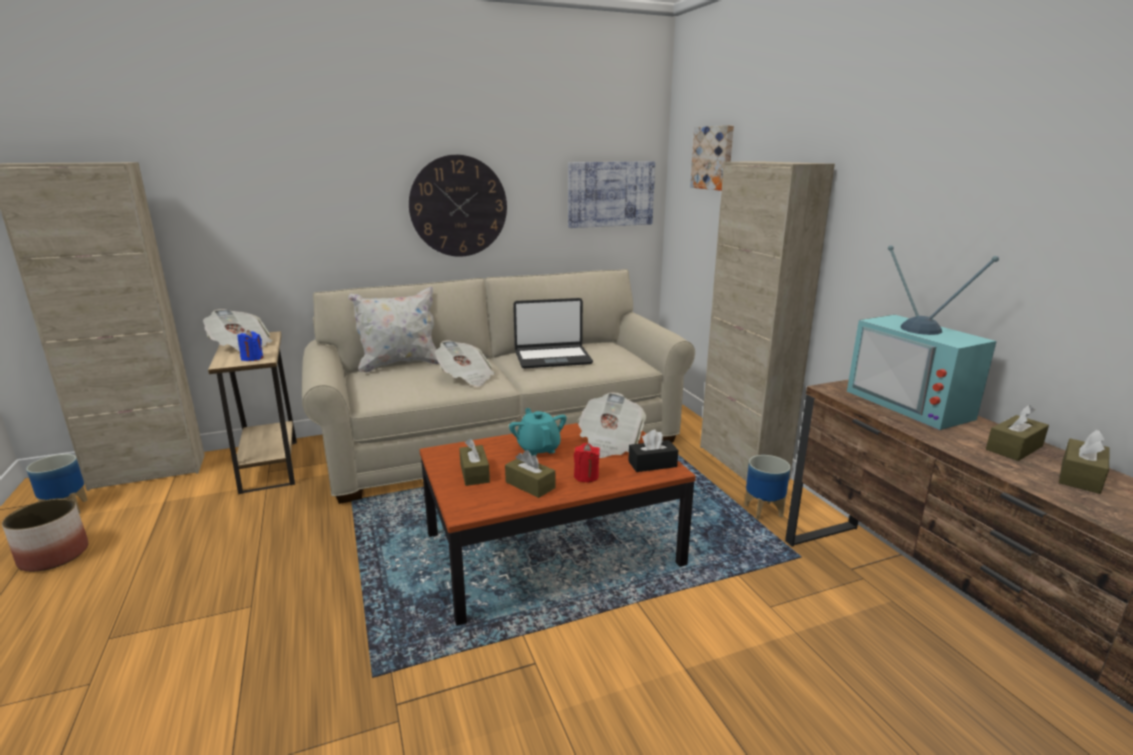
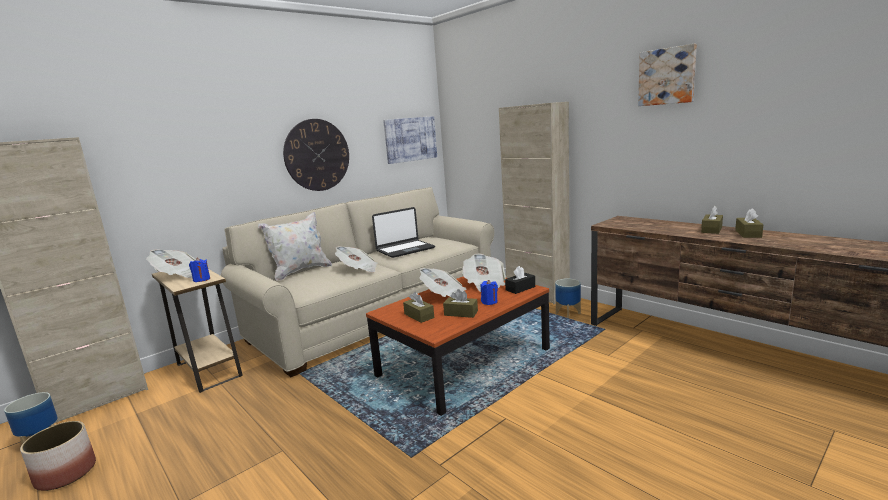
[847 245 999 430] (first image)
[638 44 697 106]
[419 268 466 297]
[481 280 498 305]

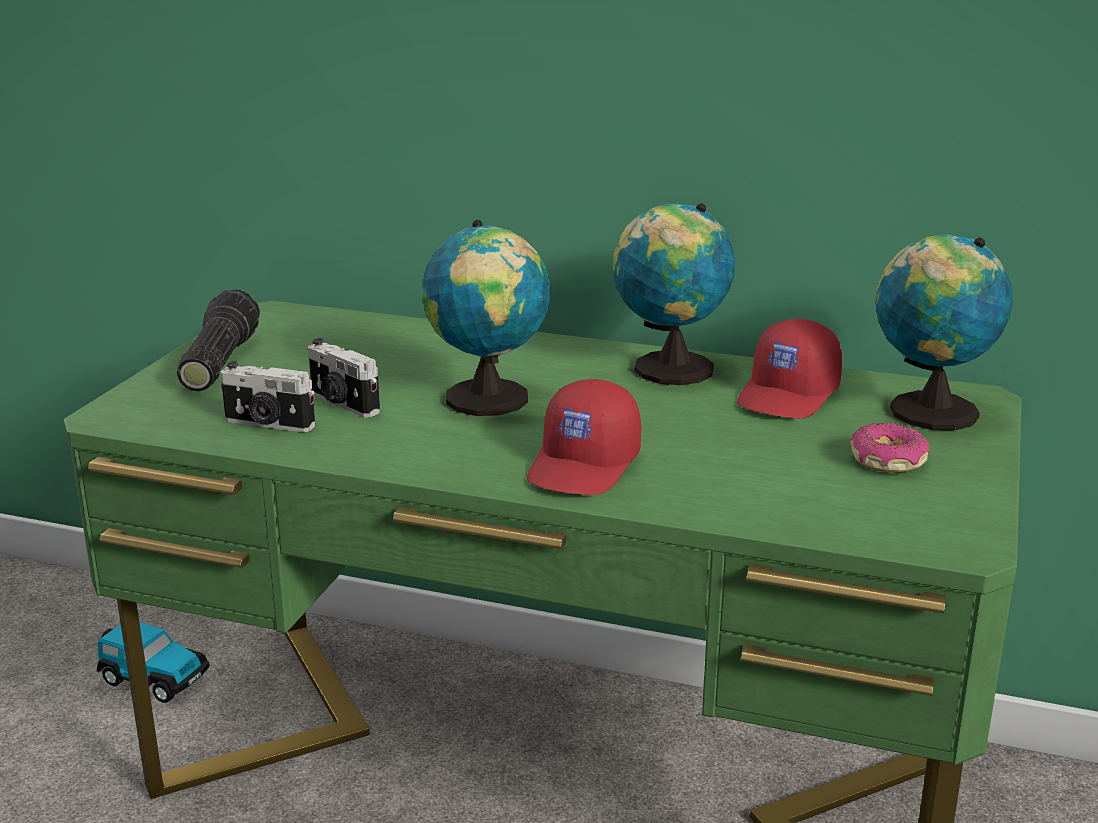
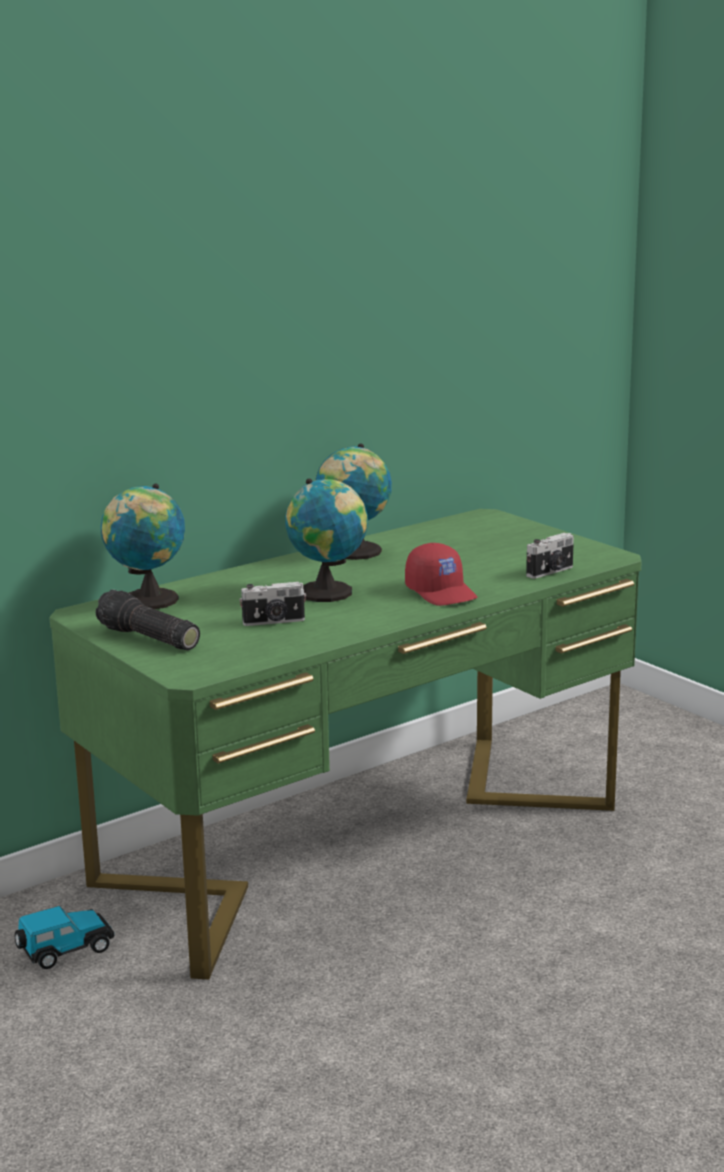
[737 319 842 419] (first image)
[851 423 929 473] (first image)
[526 533 574 579]
[101 484 185 609]

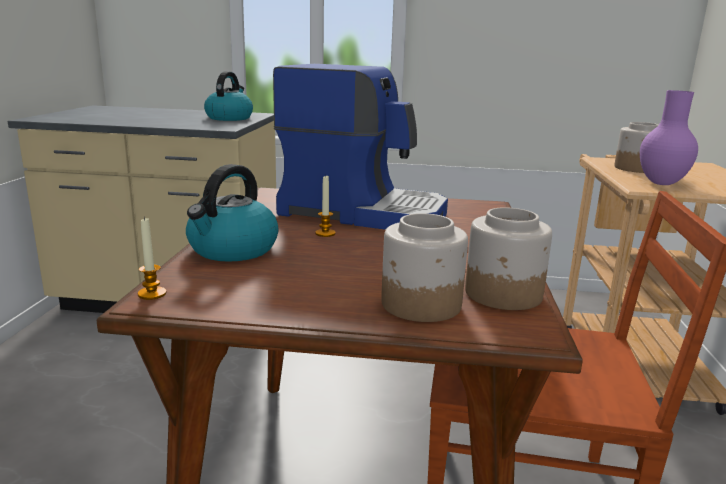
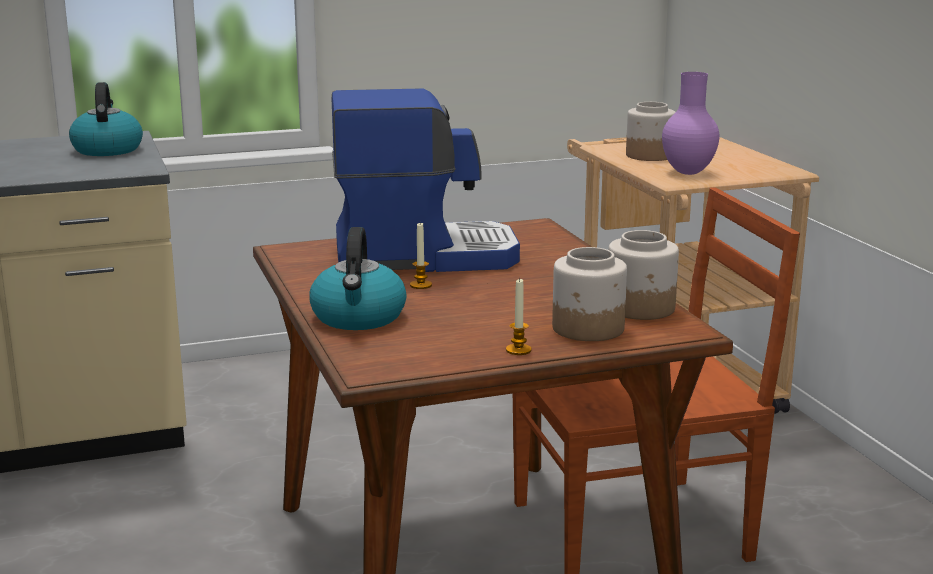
[506 278 532 355]

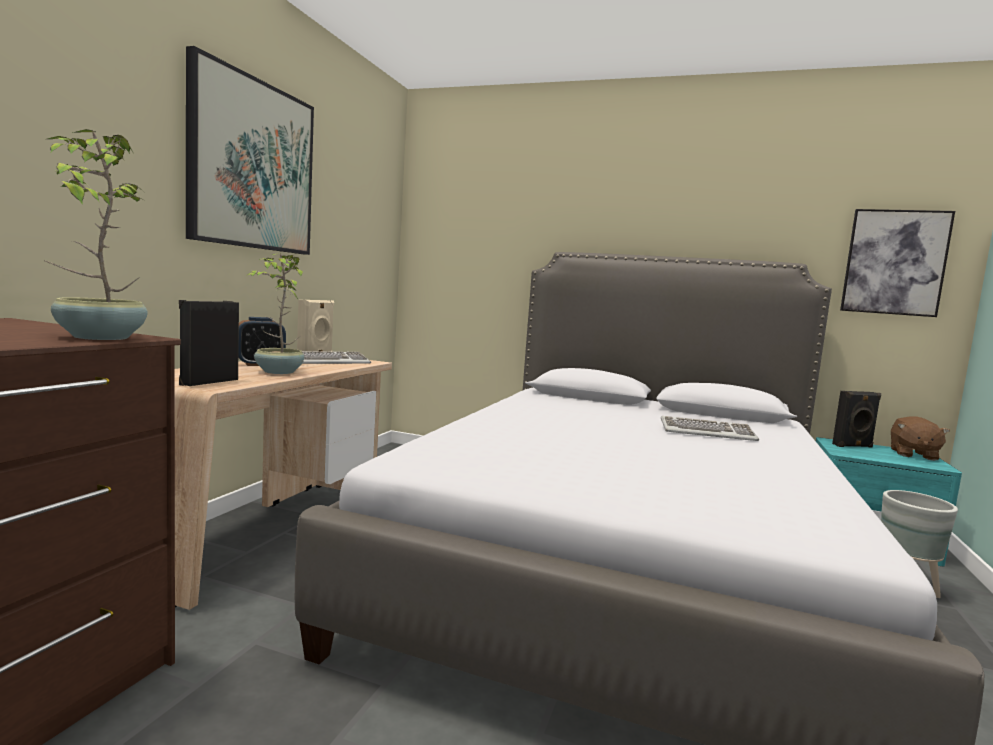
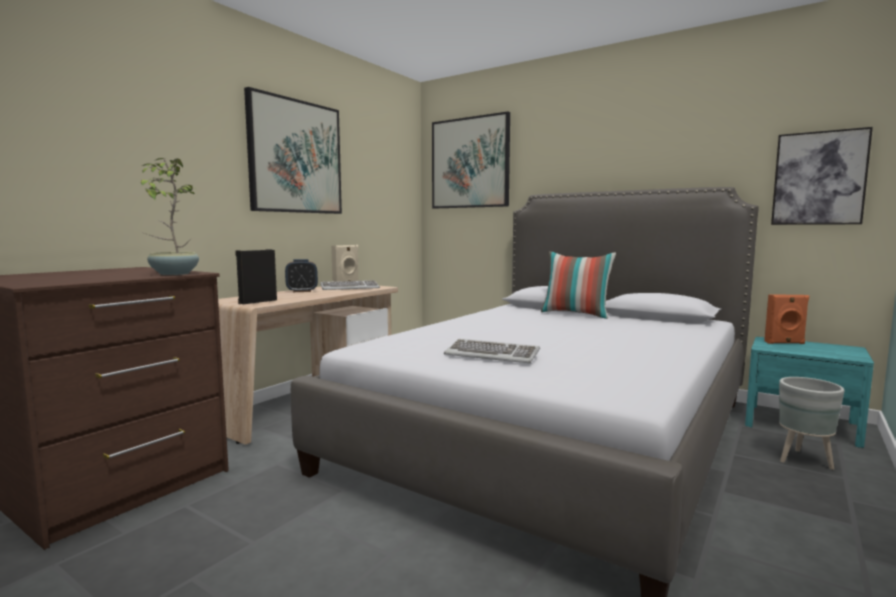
[247 254 304 374] (first image)
[891 416 950 461] (first image)
[432 112 510 208]
[541 251 616 319]
[444 339 540 363]
[764 295 809 344]

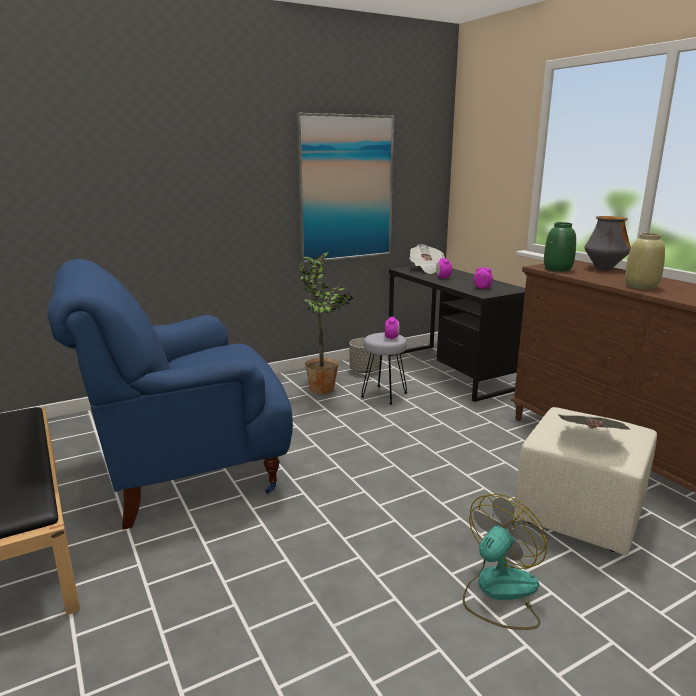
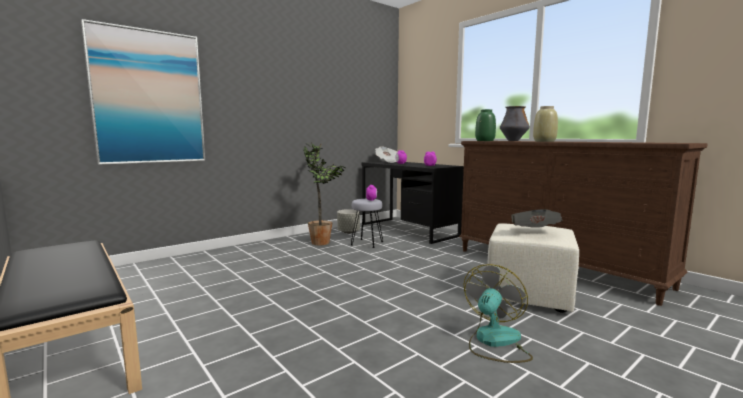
[47 259 293 530] (first image)
[81 19 206 165]

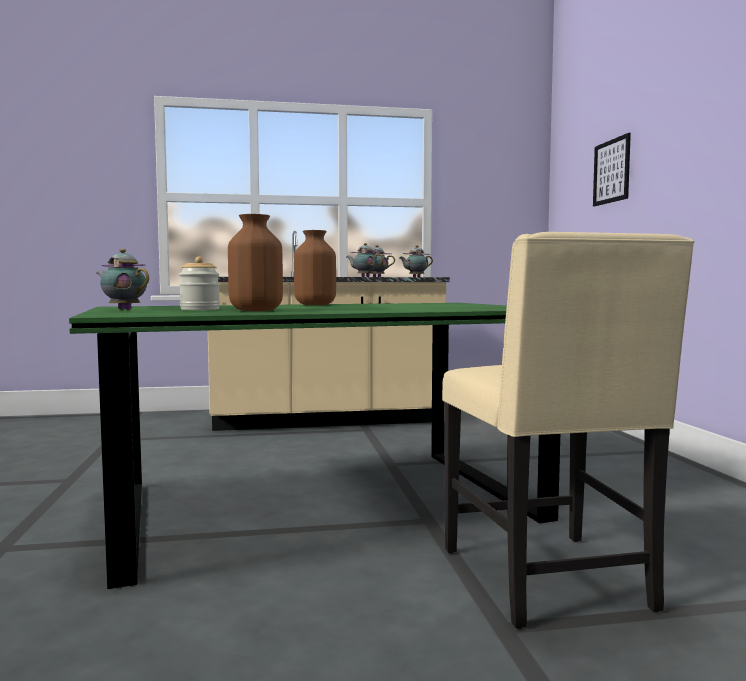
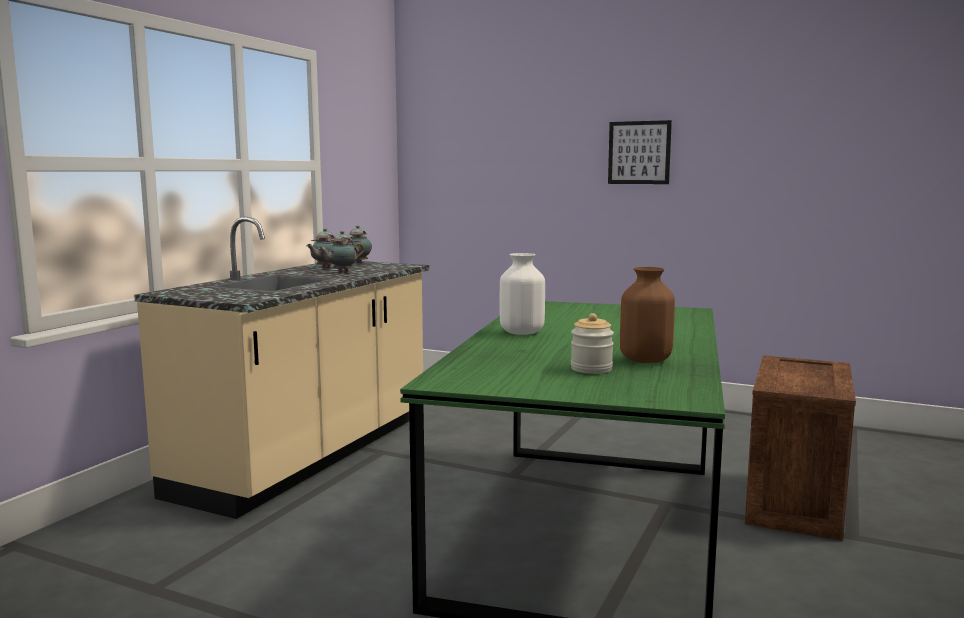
[96 249 149 310] (first image)
[608 120 672 184]
[745 355 856 541]
[500 253 545 335]

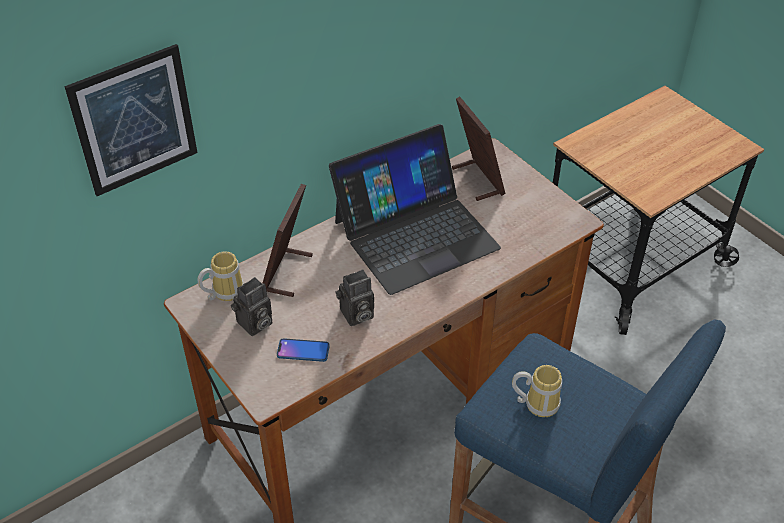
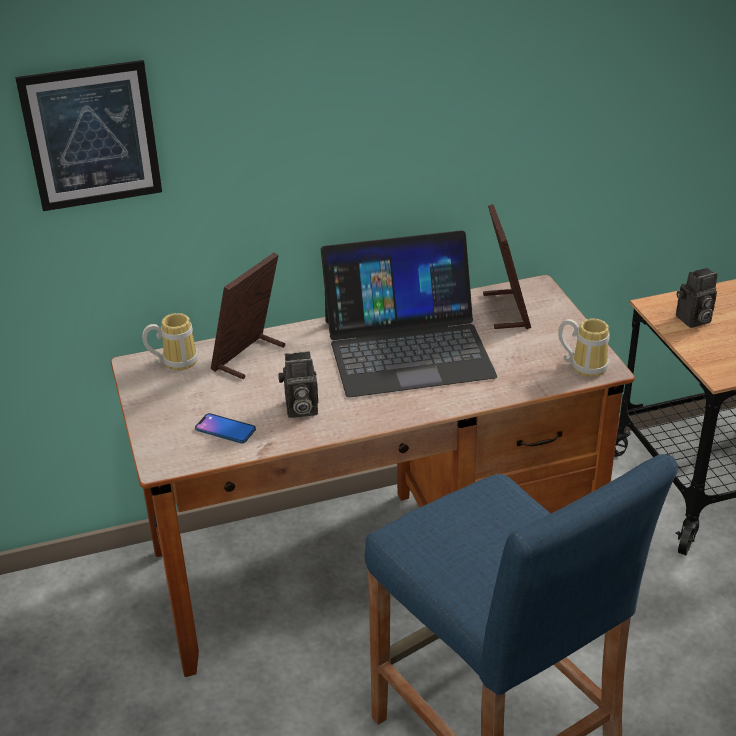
[676 267 718 328]
[558 319 610 377]

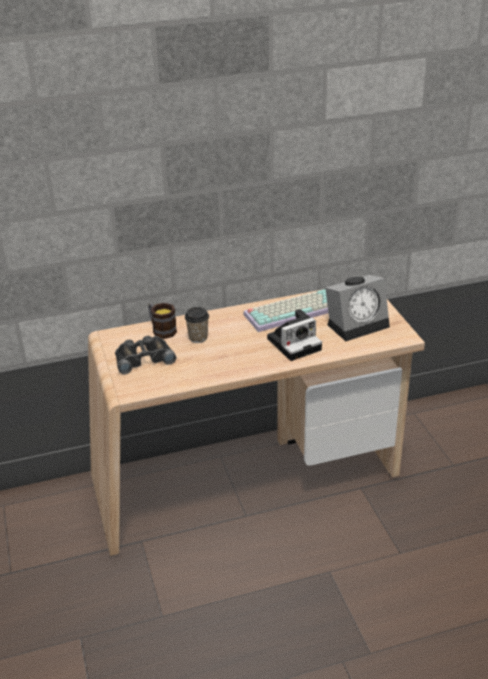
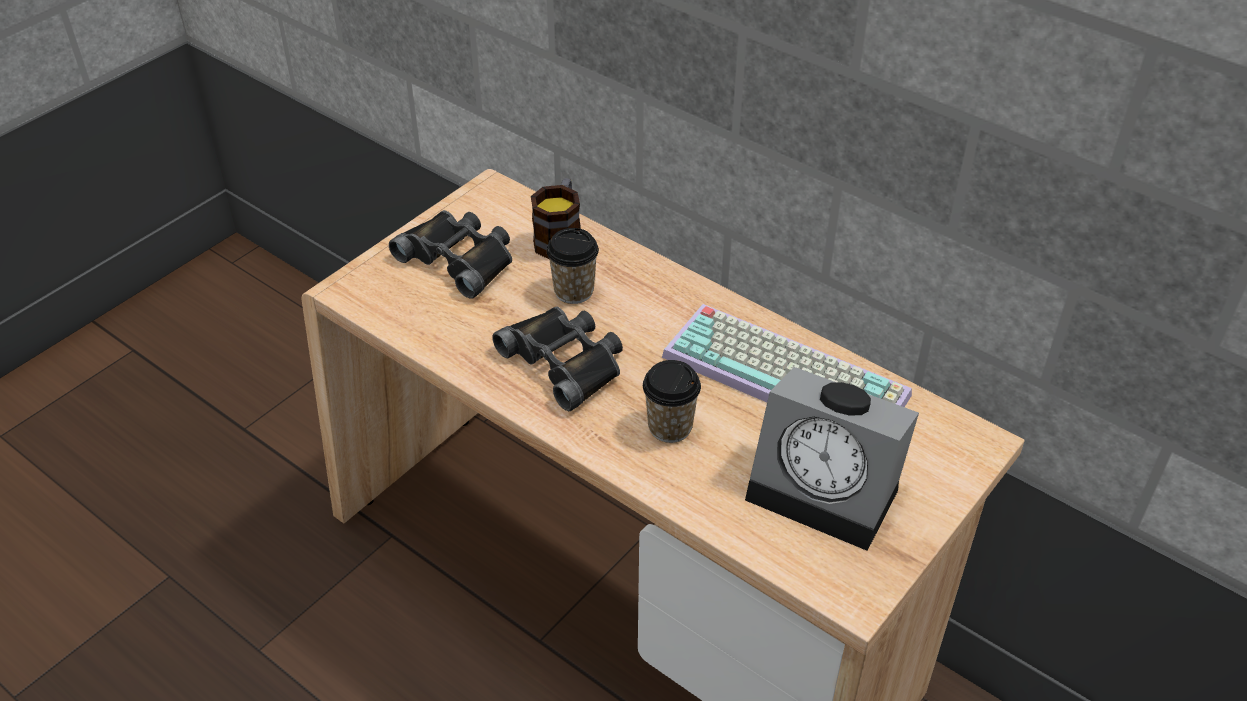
[492 306 623 411]
[643 360 701 443]

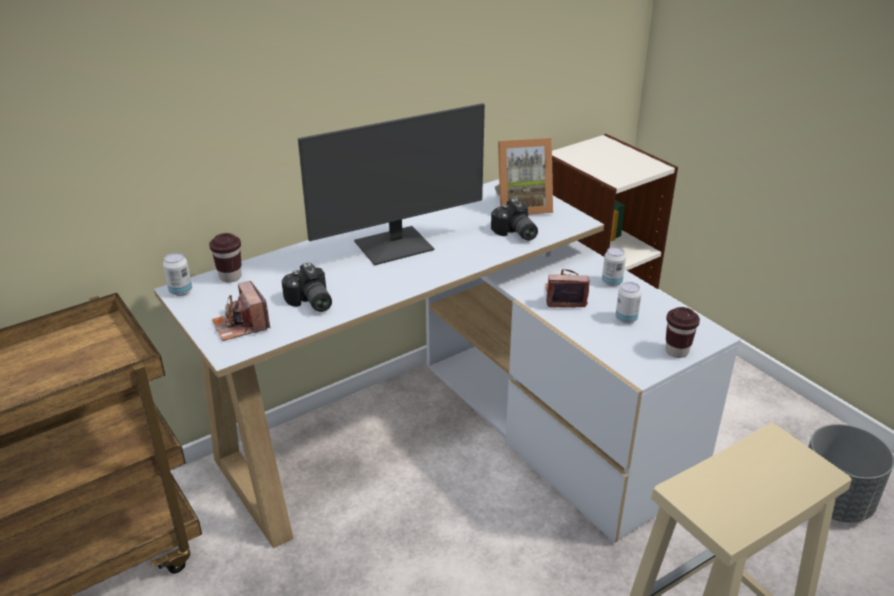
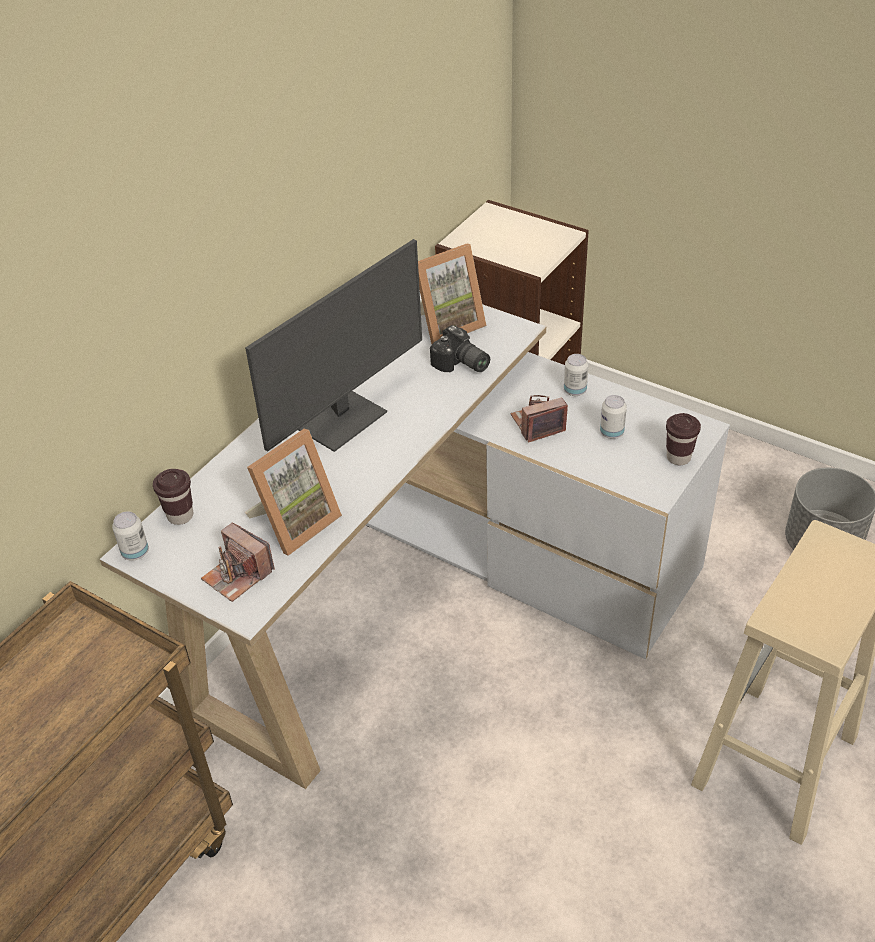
[245 429 342 556]

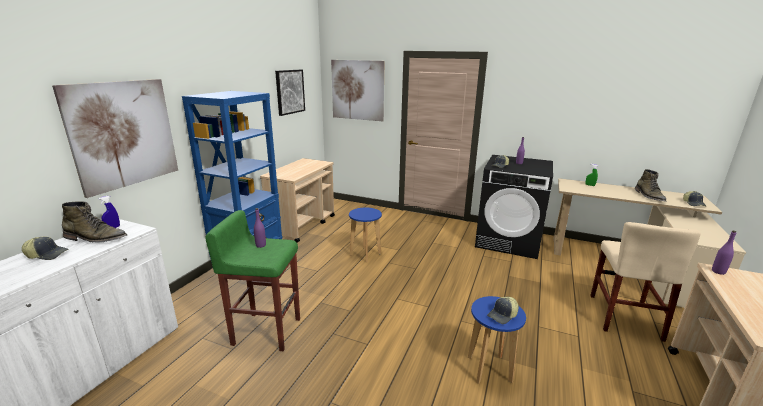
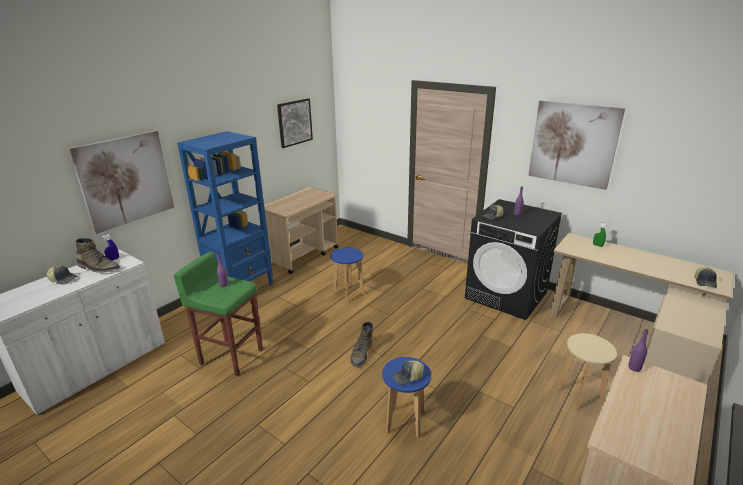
[528 101 625 190]
[351 322 373 367]
[557 333 617 410]

